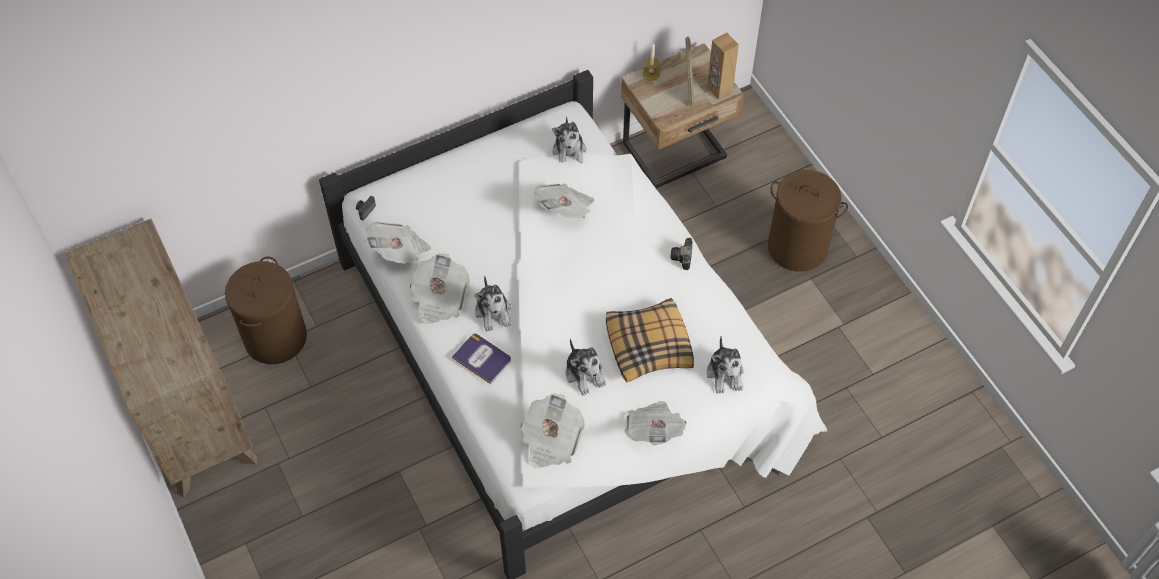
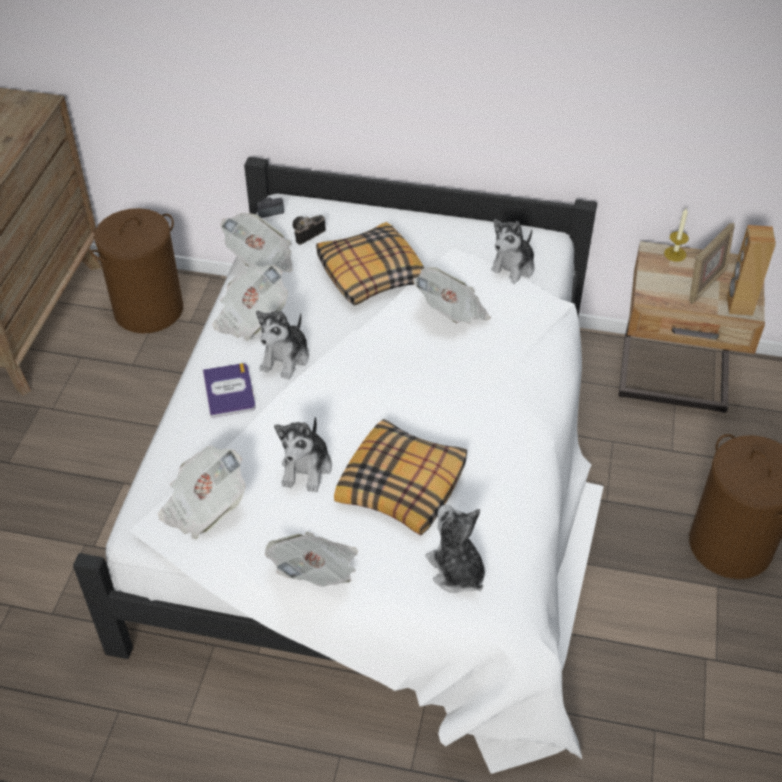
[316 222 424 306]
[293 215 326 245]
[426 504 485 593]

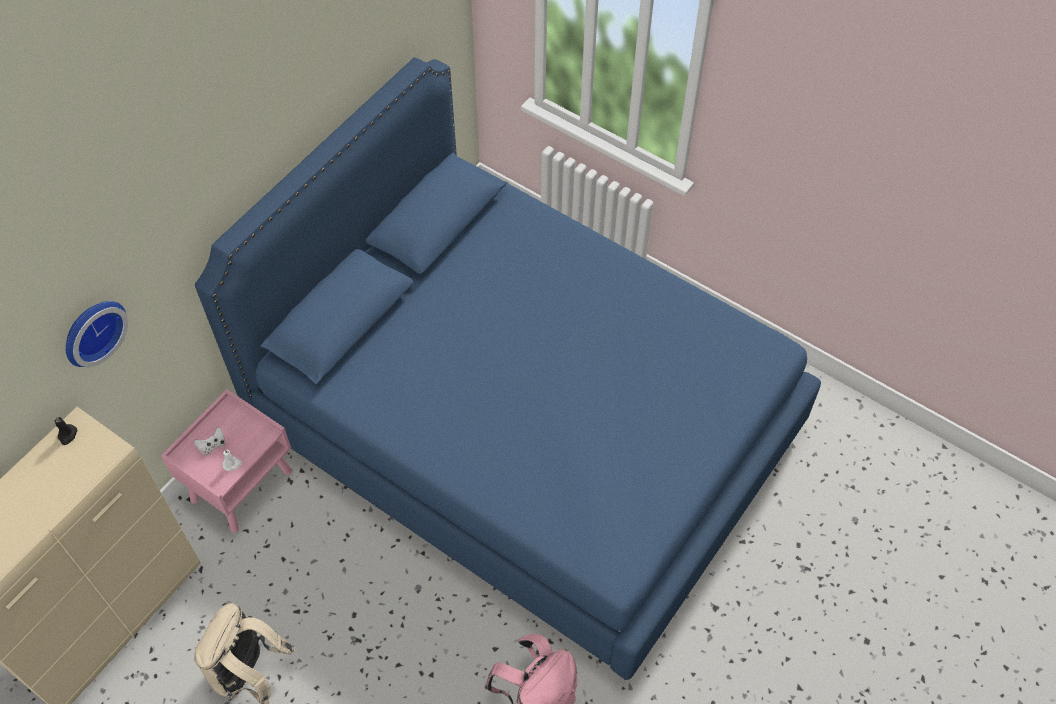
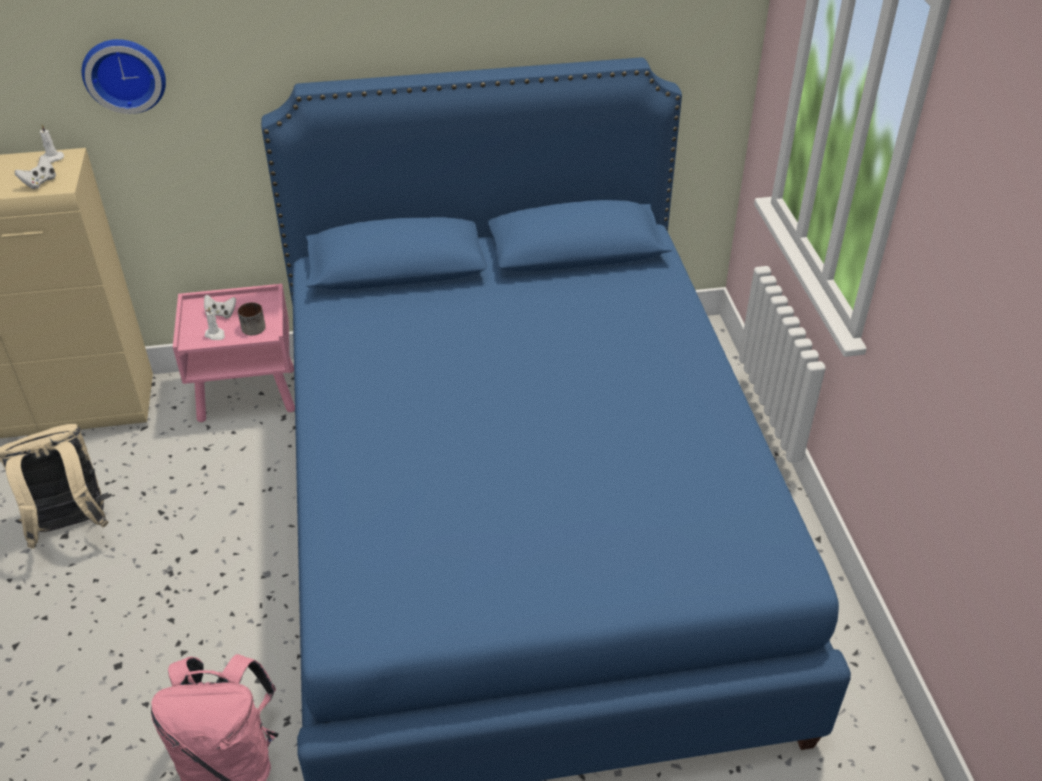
[15 155 56 189]
[238 302 266 335]
[40 124 64 163]

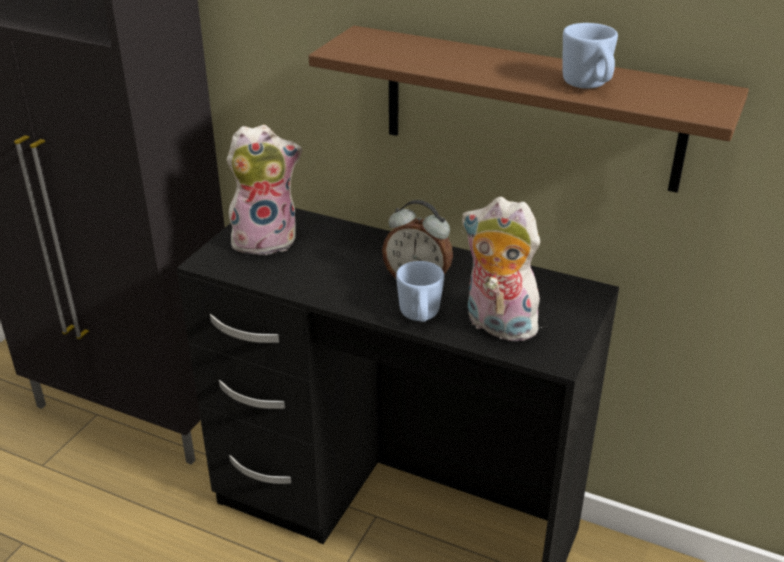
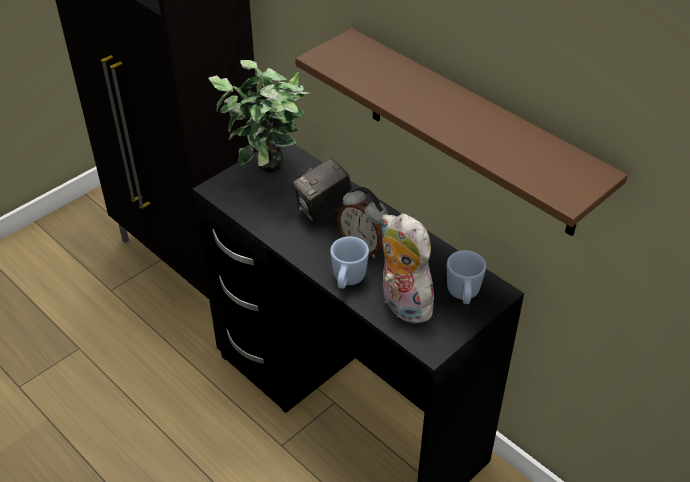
[293 157 352 225]
[447 250 486 304]
[208 60 309 173]

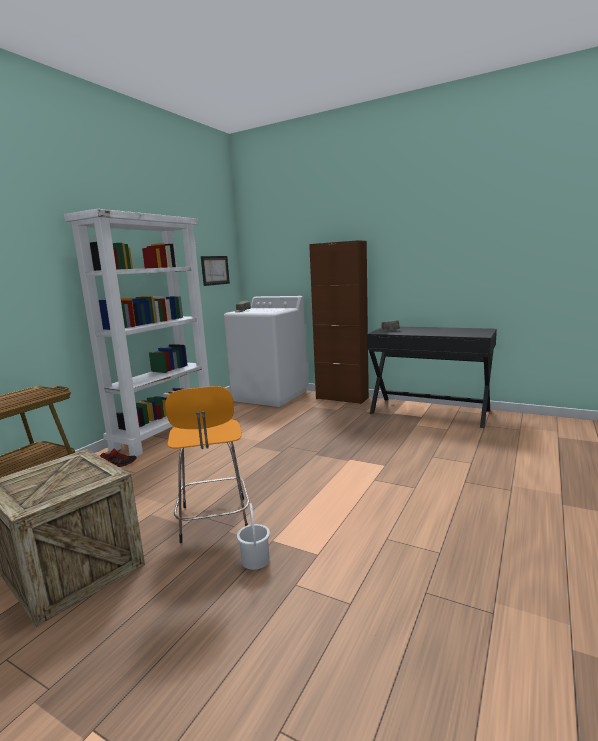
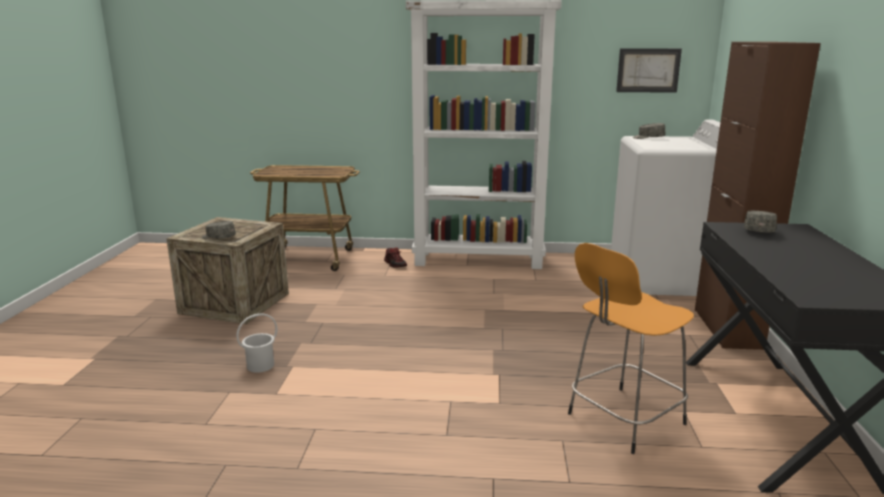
[202 221 236 239]
[568 243 694 454]

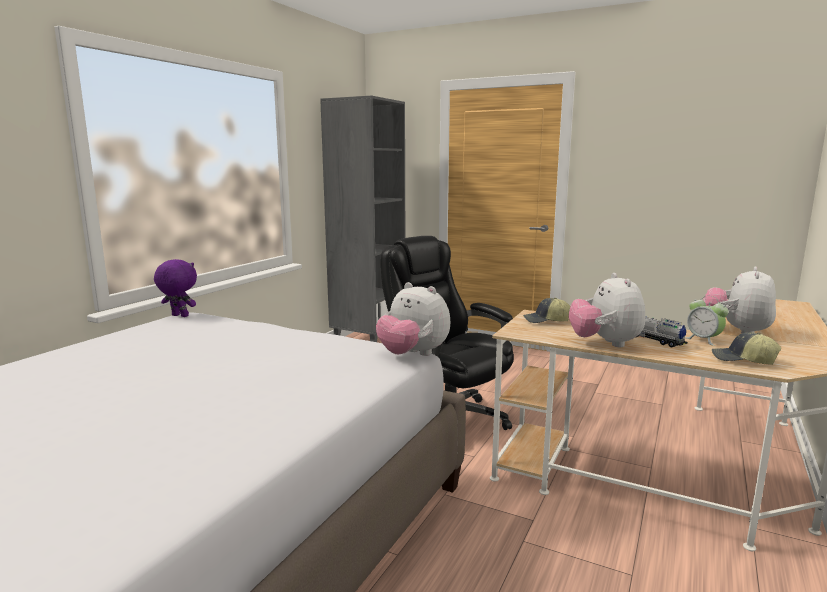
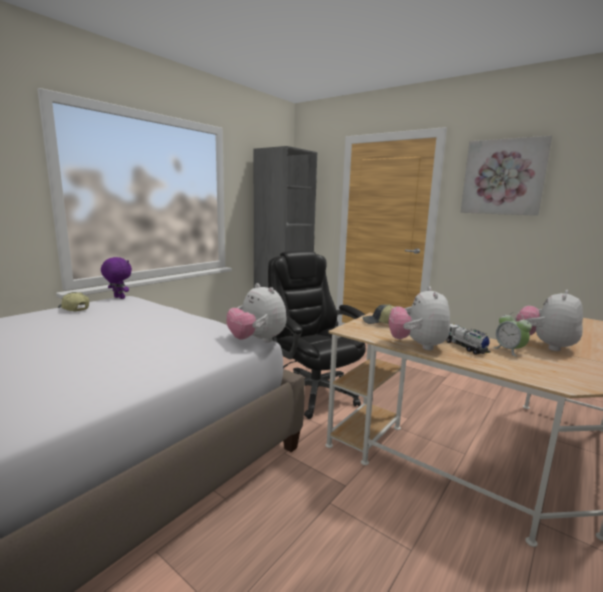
[460 136 552 216]
[58 292 89 312]

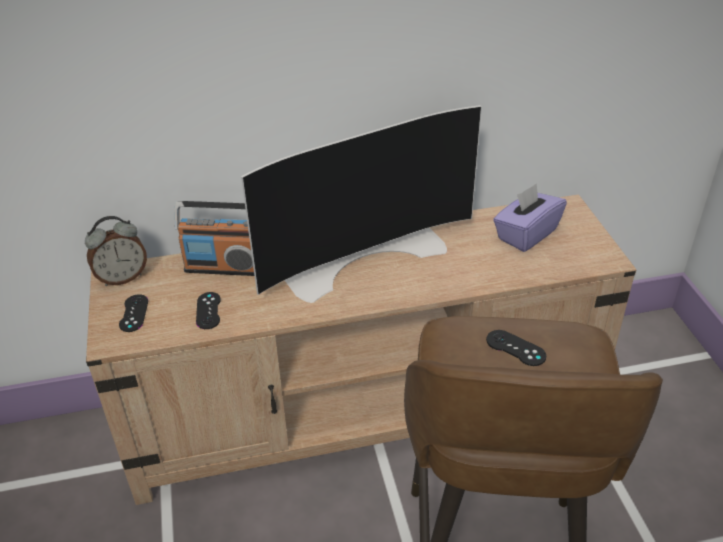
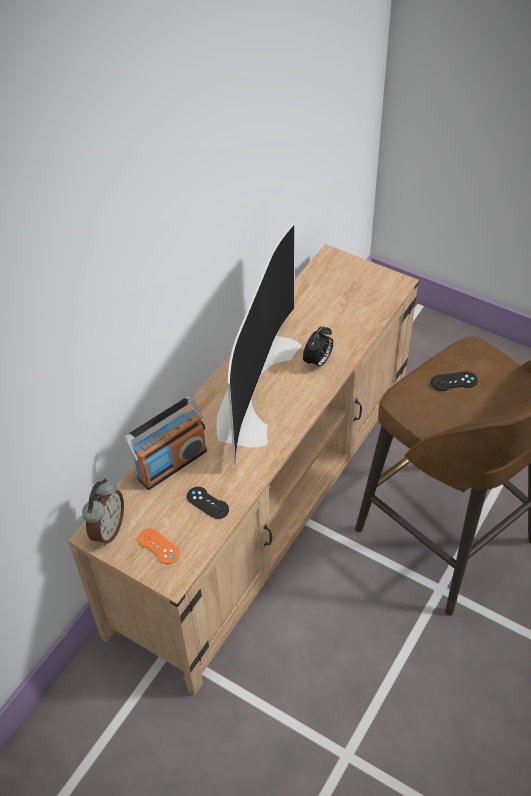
[493 183 567 252] (first image)
[303 326 333 370]
[138 528 180 564]

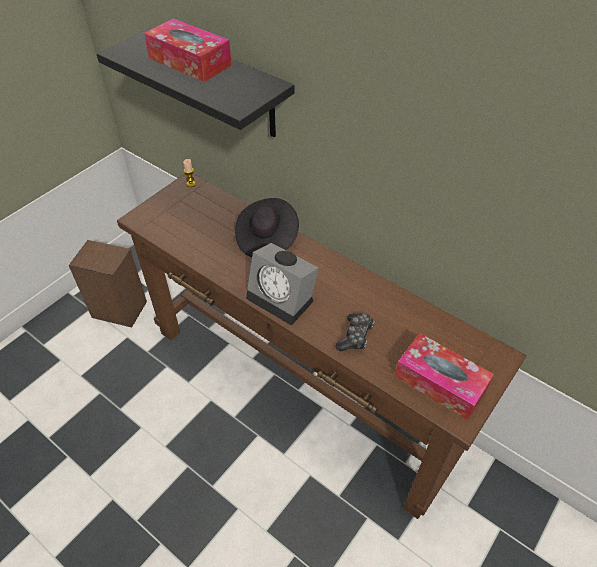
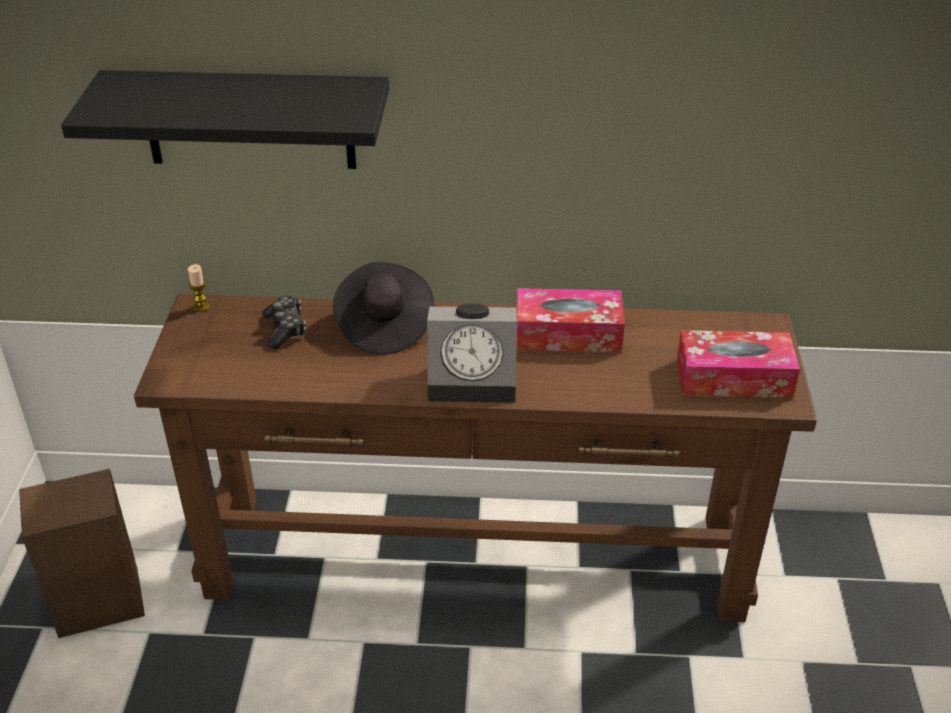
[516 288 625 352]
[262 296 306 349]

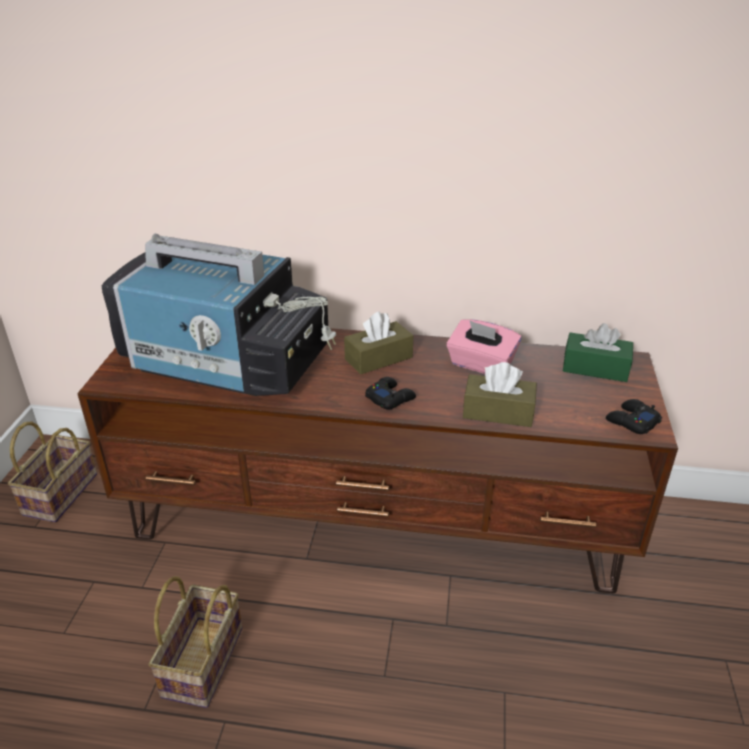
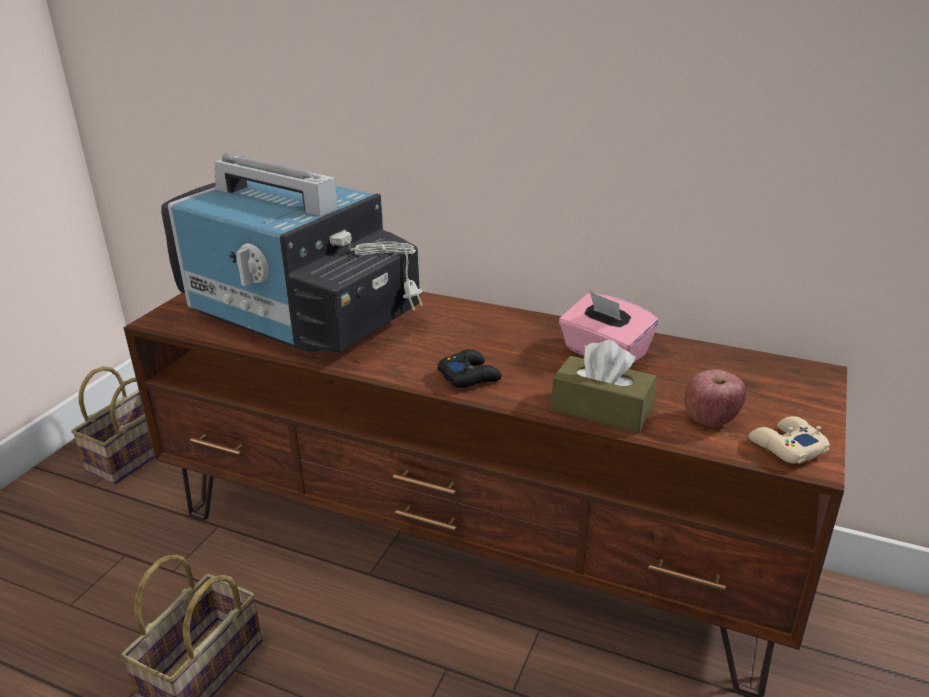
[344 311 413 374] (first image)
[563 323 633 382] (first image)
[684 370 746 427]
[748 416 830 464]

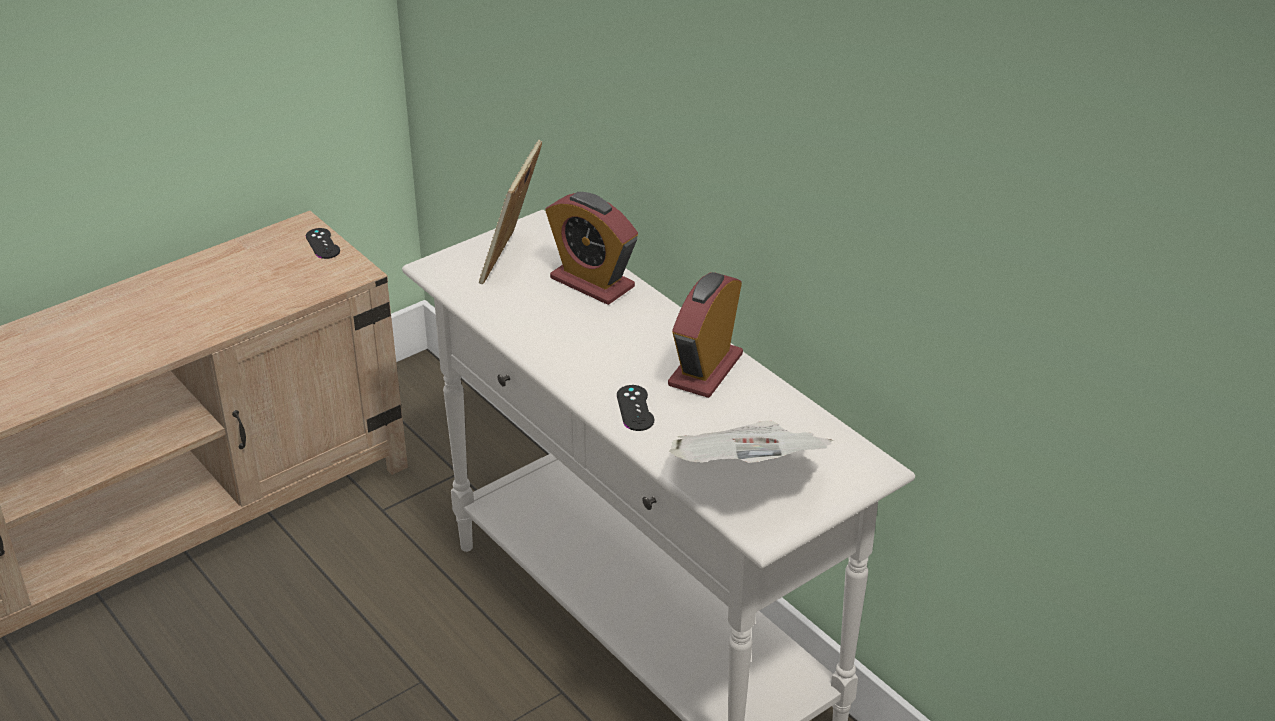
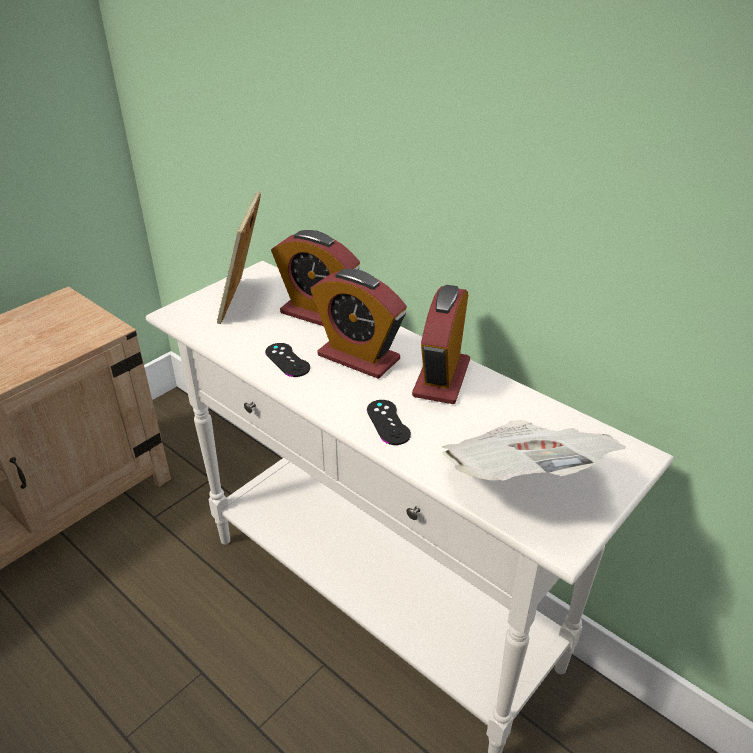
[310 269 407 379]
[265 343 310 377]

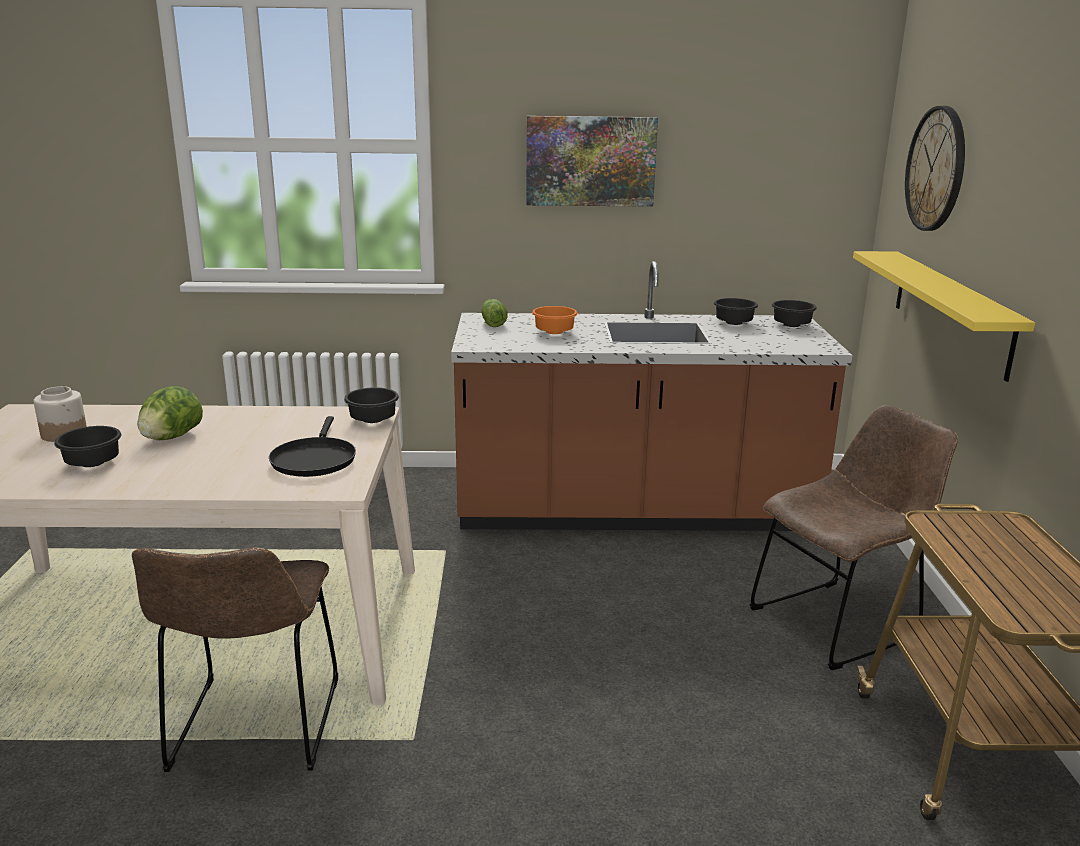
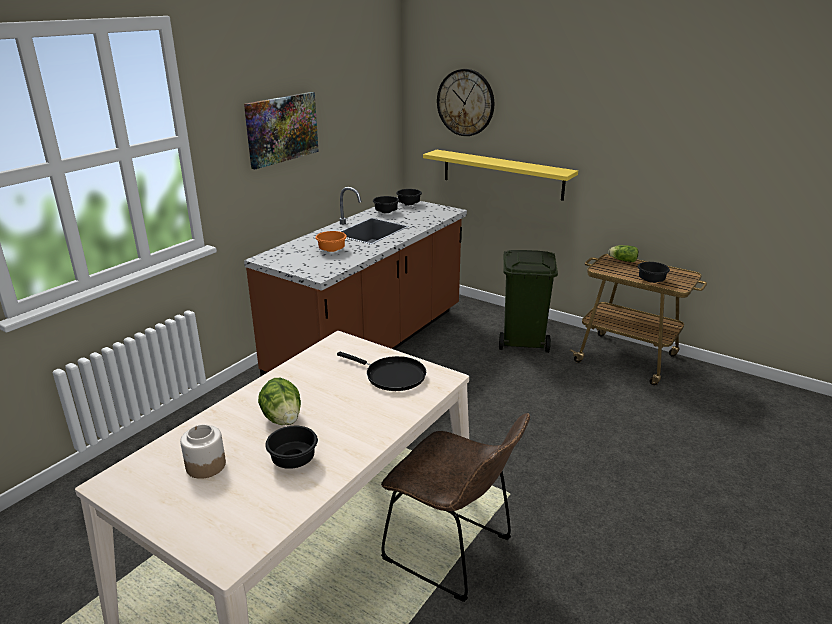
[638 262 670 283]
[608 245 638 262]
[499 250 558 353]

